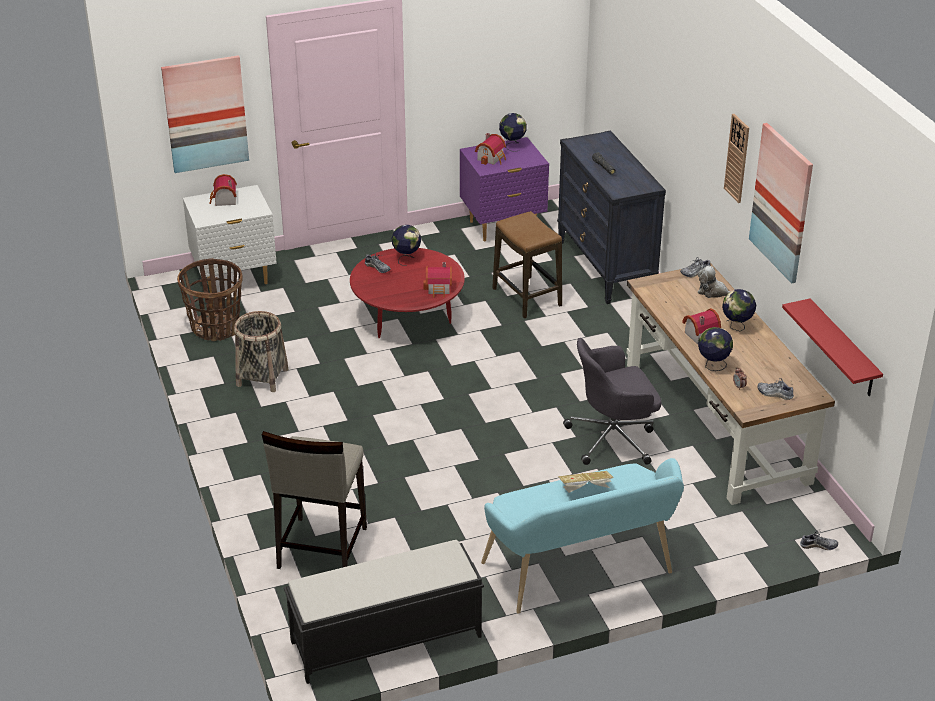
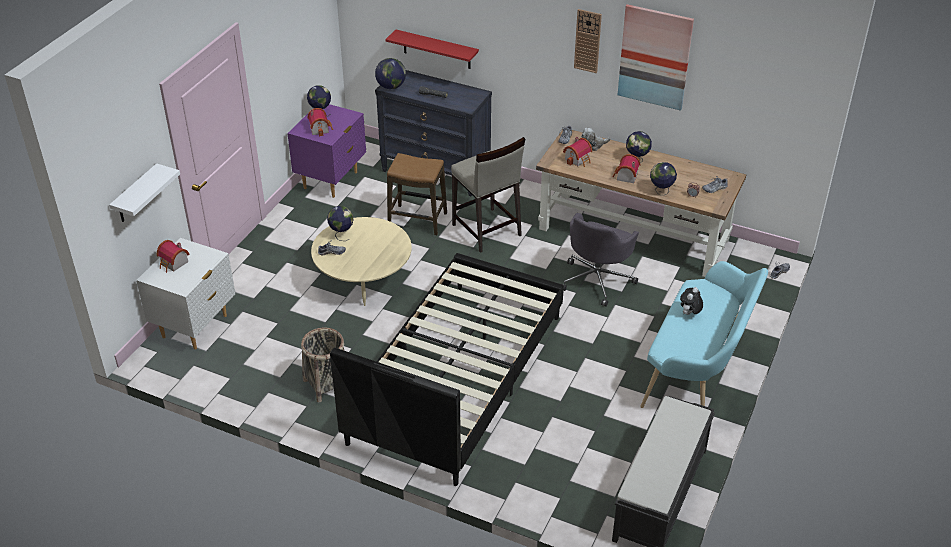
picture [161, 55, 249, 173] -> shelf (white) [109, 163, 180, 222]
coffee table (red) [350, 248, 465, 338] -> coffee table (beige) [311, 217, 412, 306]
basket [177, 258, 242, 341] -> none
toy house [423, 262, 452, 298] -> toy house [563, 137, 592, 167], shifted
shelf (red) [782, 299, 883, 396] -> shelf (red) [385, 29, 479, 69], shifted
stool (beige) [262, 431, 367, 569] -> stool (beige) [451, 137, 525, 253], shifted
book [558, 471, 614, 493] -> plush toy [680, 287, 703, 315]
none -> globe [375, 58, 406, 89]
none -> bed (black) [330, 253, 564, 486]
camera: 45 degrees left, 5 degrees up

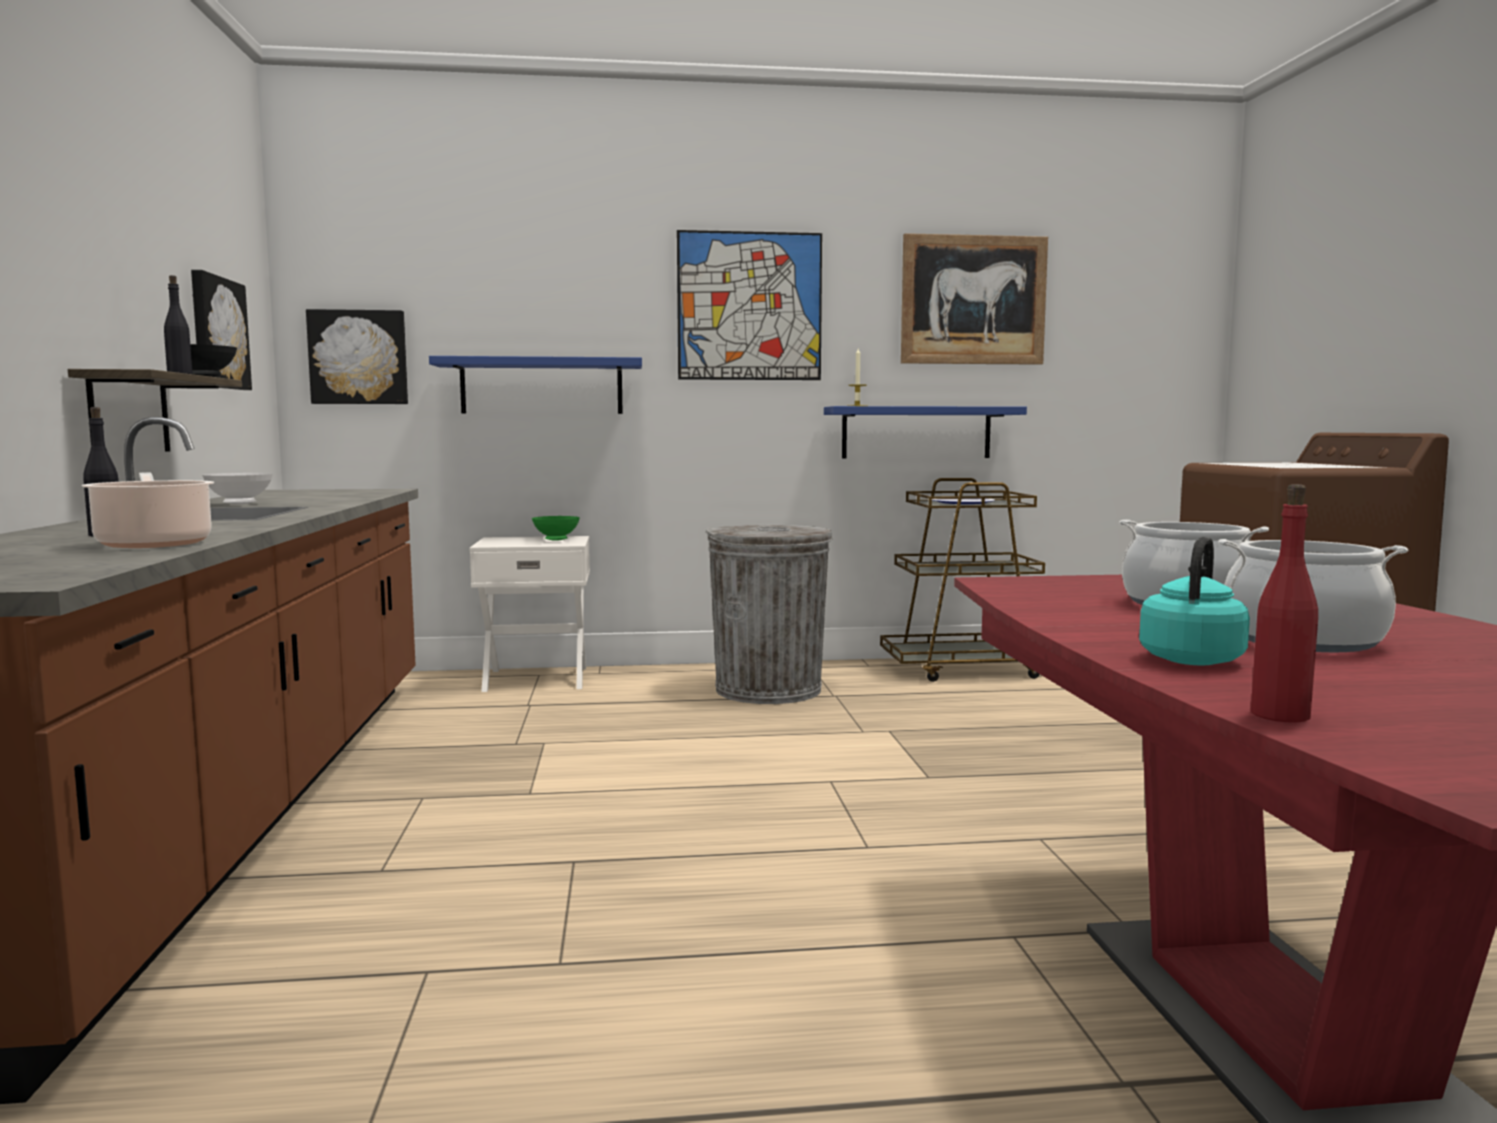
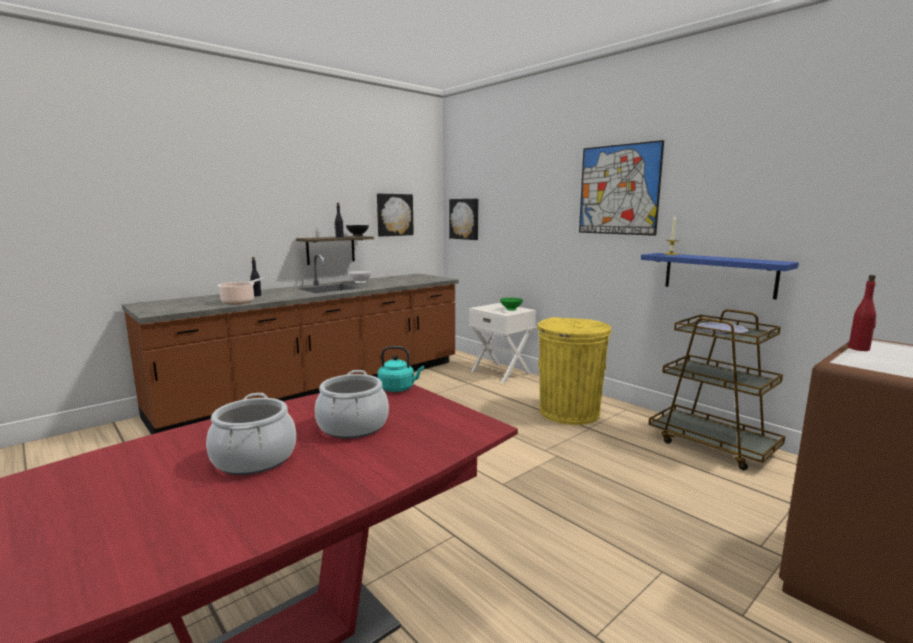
picture [901, 233, 1048, 365] -> none
shelf (blue) [429, 356, 642, 414] -> none
bottle (red) [1251, 484, 1318, 723] -> bottle (red) [848, 275, 876, 351], shifted
trash can (grey) [705, 525, 832, 704] -> trash can (yellow) [537, 317, 611, 425]
kettle (turquoise) [1139, 537, 1250, 665] -> kettle (turquoise) [378, 346, 424, 392], shifted
camera: 55 degrees right, 5 degrees up

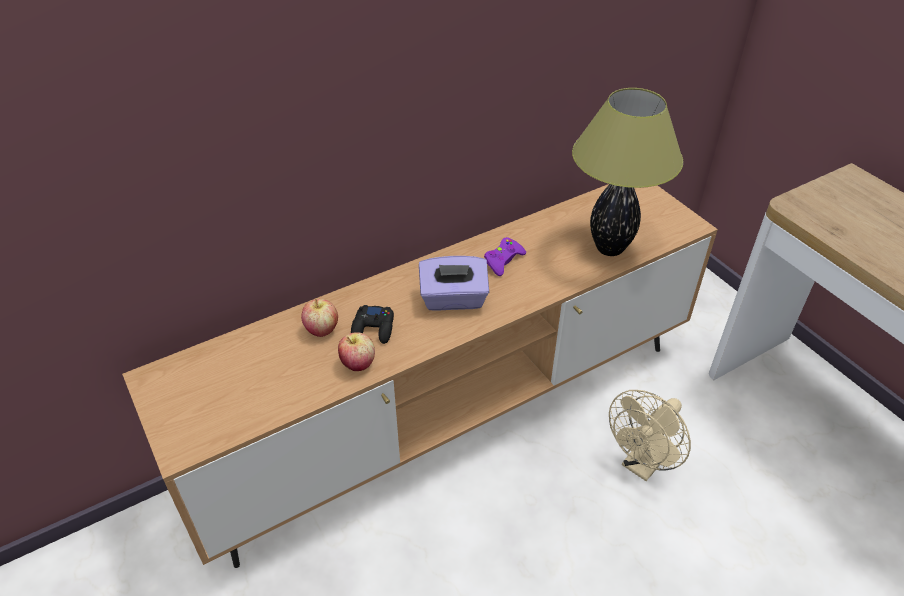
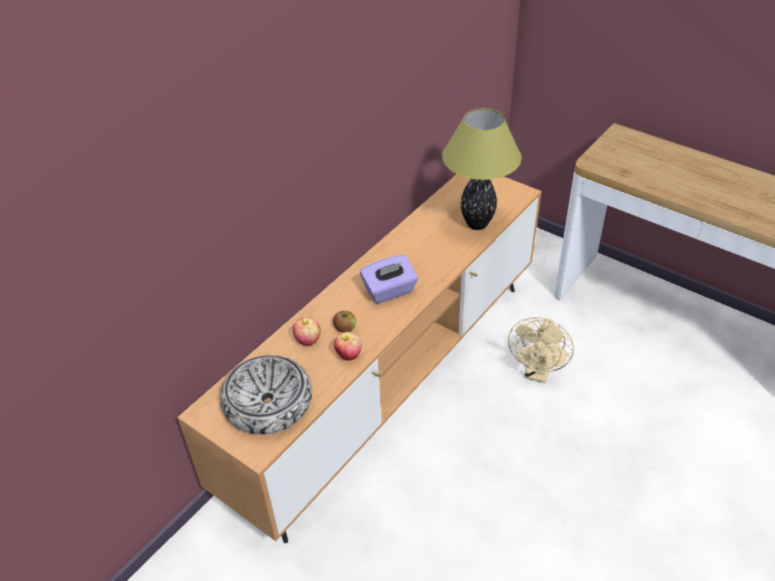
game controller (purple) [484, 237, 526, 276] -> none
game controller (black) [351, 305, 394, 344] -> apple [333, 311, 356, 332]
none -> bowl [220, 355, 312, 435]
camera: 20 degrees left, 0 degrees up

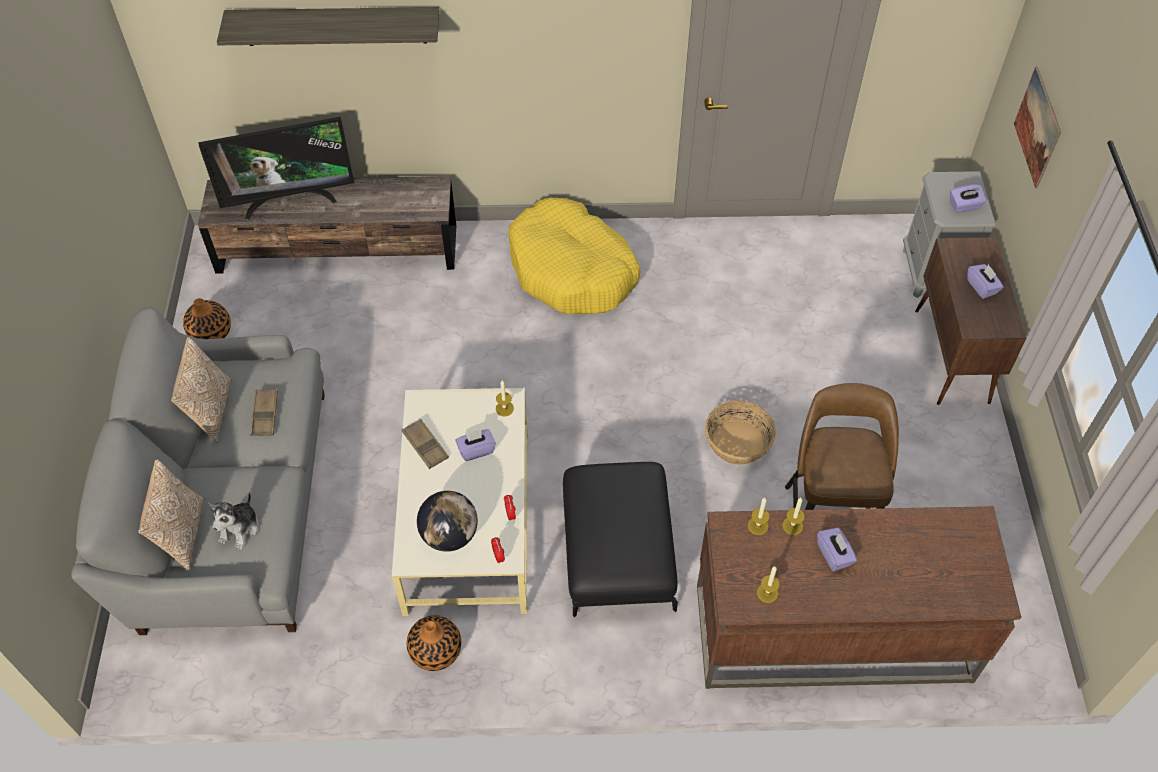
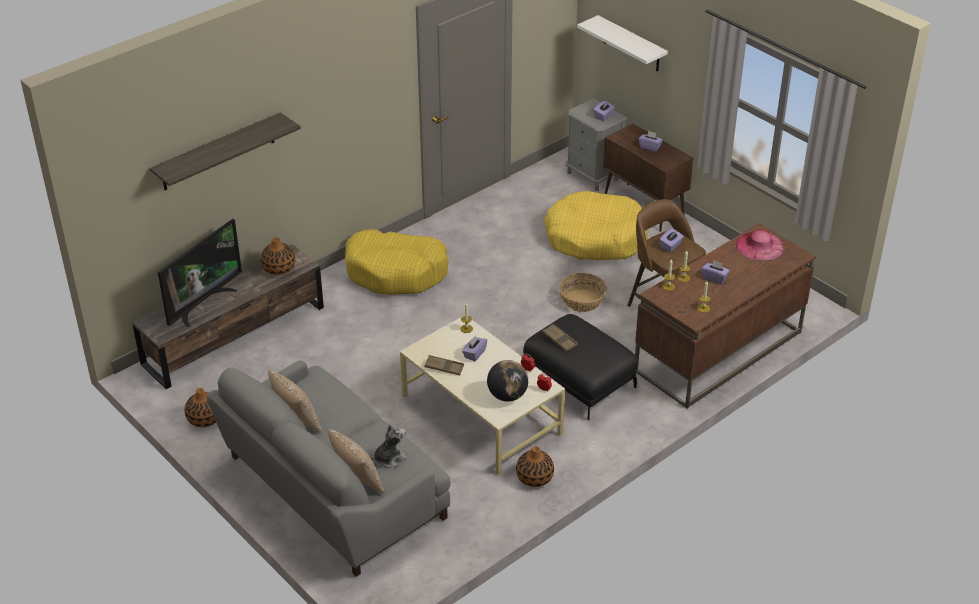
picture [1014, 67, 1061, 188] -> shelf (white) [577, 15, 668, 72]
tray (brown) [250, 389, 278, 436] -> tray (brown) [542, 324, 578, 352], shifted
plush toy [208, 492, 259, 549] -> plush toy [370, 425, 407, 468], 105 degrees counterclockwise
none -> dog bed (yellow) [544, 191, 648, 261]
none -> tissue box (purple) [659, 228, 684, 252]
none -> hat (pink) [736, 229, 784, 261]
none -> vase [261, 237, 295, 275]
camera: 40 degrees left, 15 degrees down

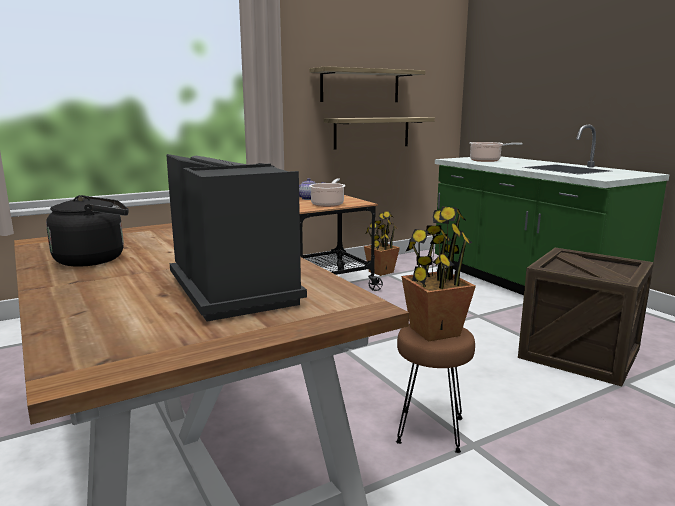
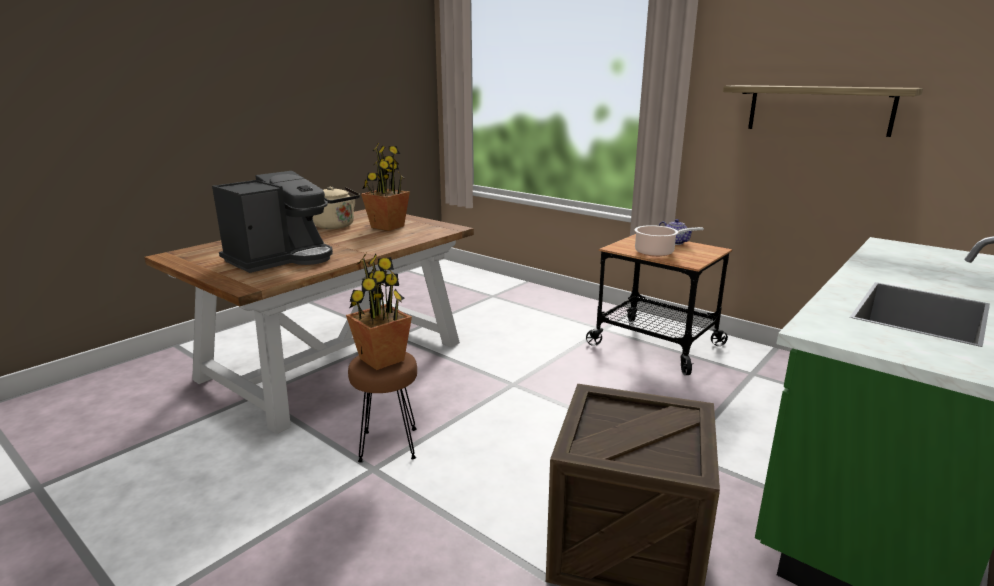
shelf [324, 117, 435, 150] -> none
cooking pot [470, 142, 523, 162] -> none
kettle (black) [46, 195, 129, 267] -> kettle (beige) [312, 187, 360, 229]
potted plant [364, 211, 400, 276] -> potted plant [361, 143, 410, 231], shifted
camera: 70 degrees right, 5 degrees up

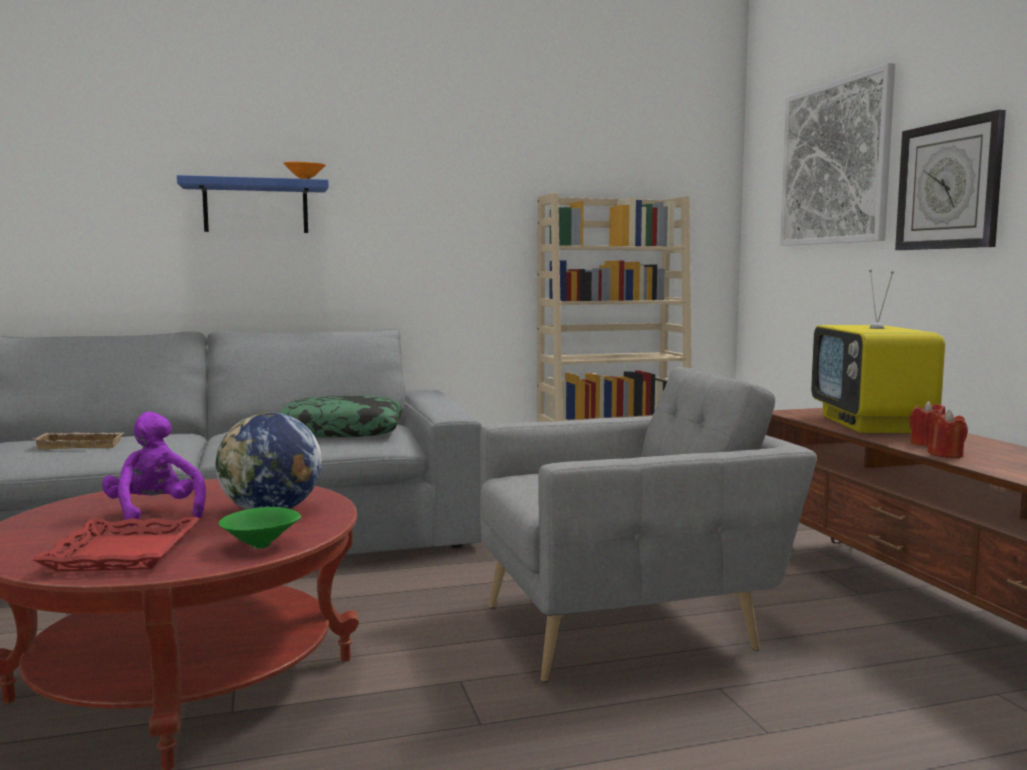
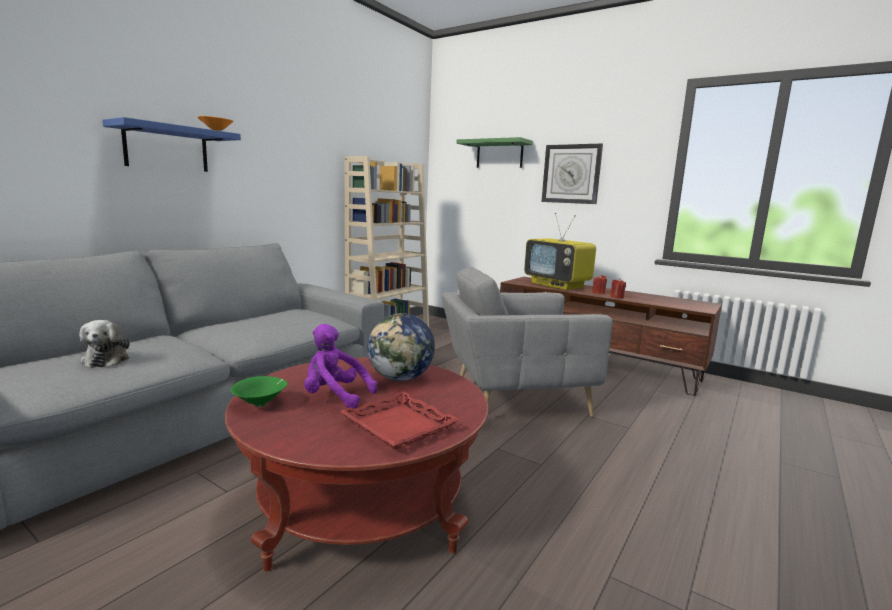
picture [780, 63, 895, 246] -> shelf (green) [456, 137, 533, 168]
armchair (grey) [480, 367, 817, 682] -> armchair (grey) [442, 267, 613, 417], 135 degrees counterclockwise
pillow [279, 396, 403, 438] -> none
tray (beige) [34, 432, 123, 450] -> plush toy [79, 320, 130, 368]
bowl (green) [218, 507, 302, 549] -> bowl (green) [231, 376, 288, 407], shifted
camera: 40 degrees left, 5 degrees up

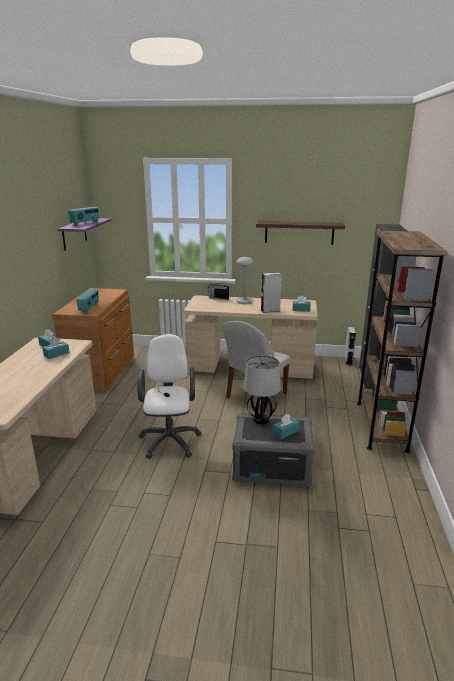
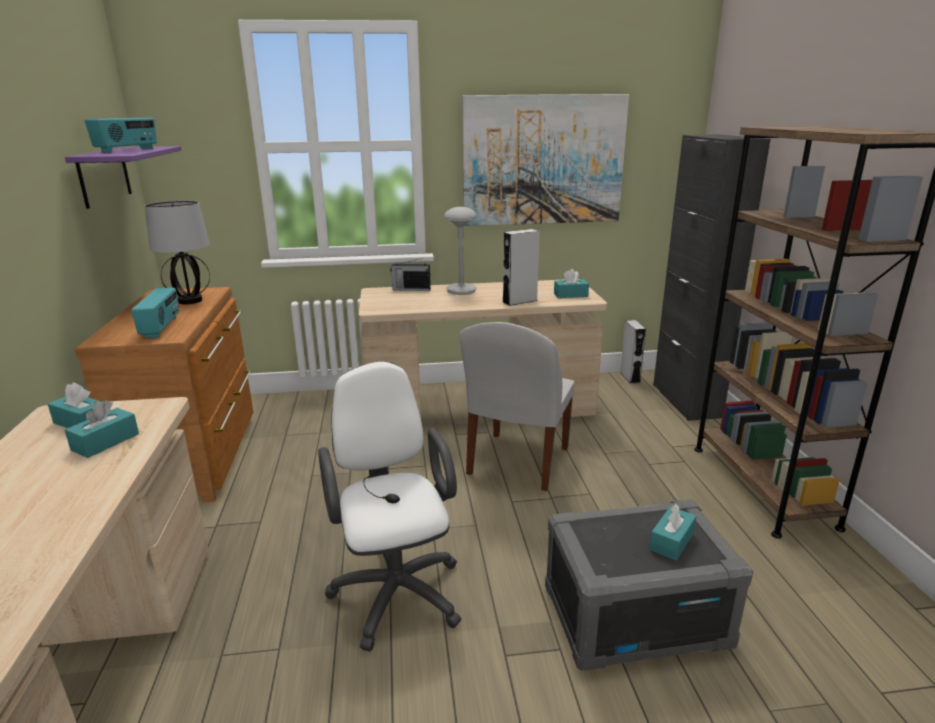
shelf [256, 221, 345, 245] -> picture [462, 94, 629, 226]
table lamp [244, 356, 281, 424] -> table lamp [145, 200, 210, 304], shifted
camera: 15 degrees left, 0 degrees up

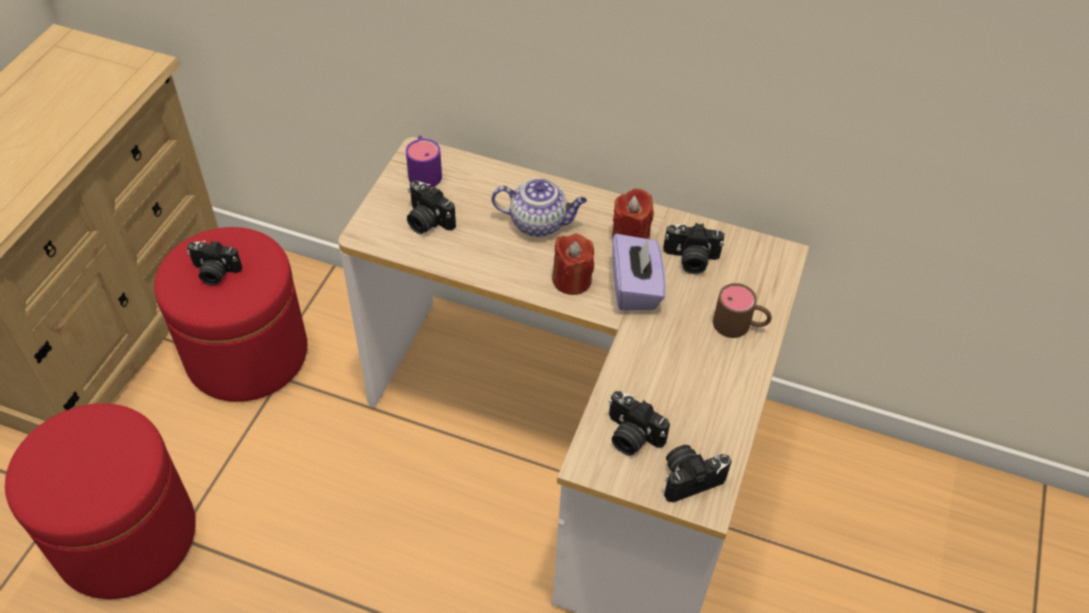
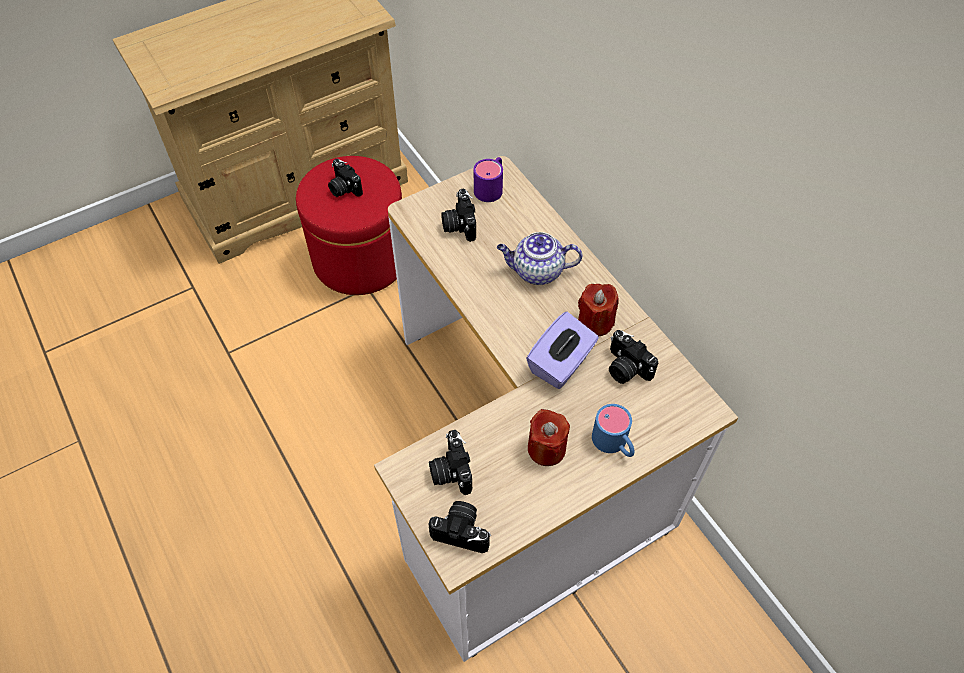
teapot [491, 178, 587, 237] -> teapot [497, 232, 583, 285], 135 degrees clockwise
candle (red) [552, 234, 594, 295] -> candle (red) [528, 409, 570, 466], shifted
mug (brown) [713, 283, 772, 338] -> mug (blue) [592, 404, 635, 457]
ottoman (red) [5, 403, 196, 599] -> none
camera: 40 degrees right, 5 degrees up

